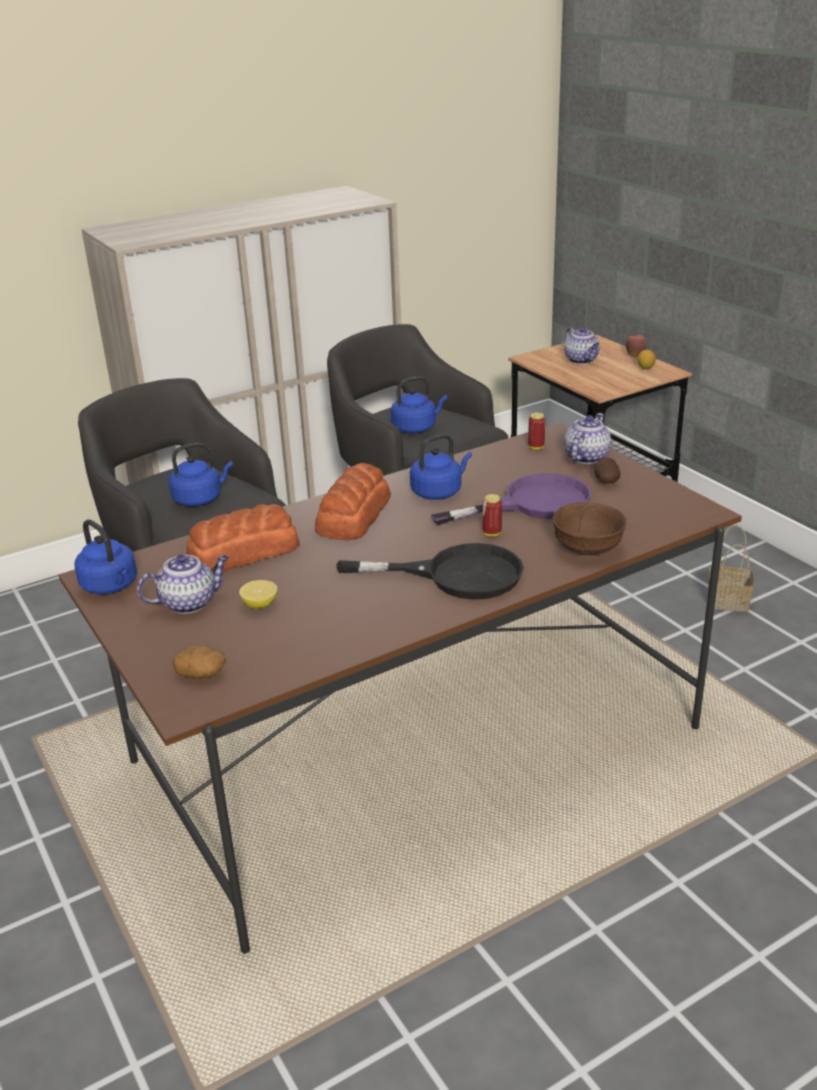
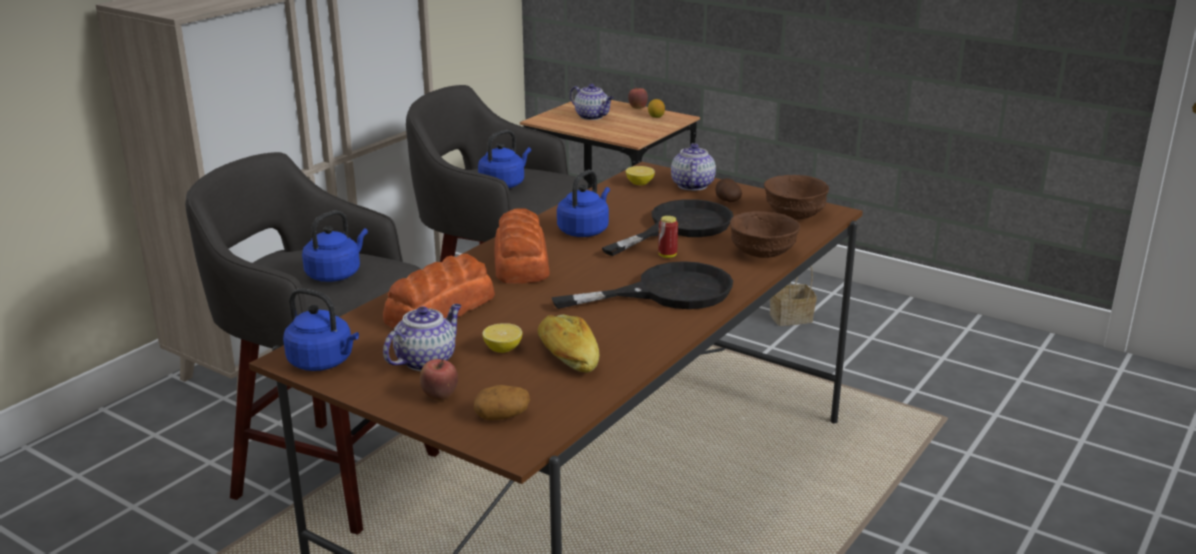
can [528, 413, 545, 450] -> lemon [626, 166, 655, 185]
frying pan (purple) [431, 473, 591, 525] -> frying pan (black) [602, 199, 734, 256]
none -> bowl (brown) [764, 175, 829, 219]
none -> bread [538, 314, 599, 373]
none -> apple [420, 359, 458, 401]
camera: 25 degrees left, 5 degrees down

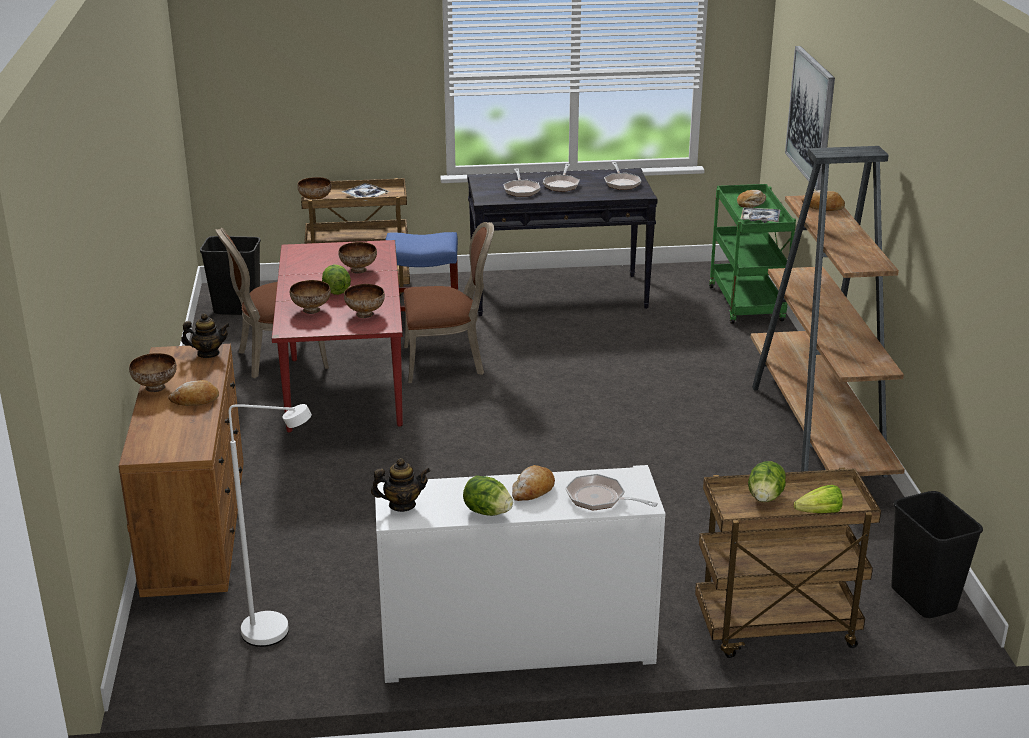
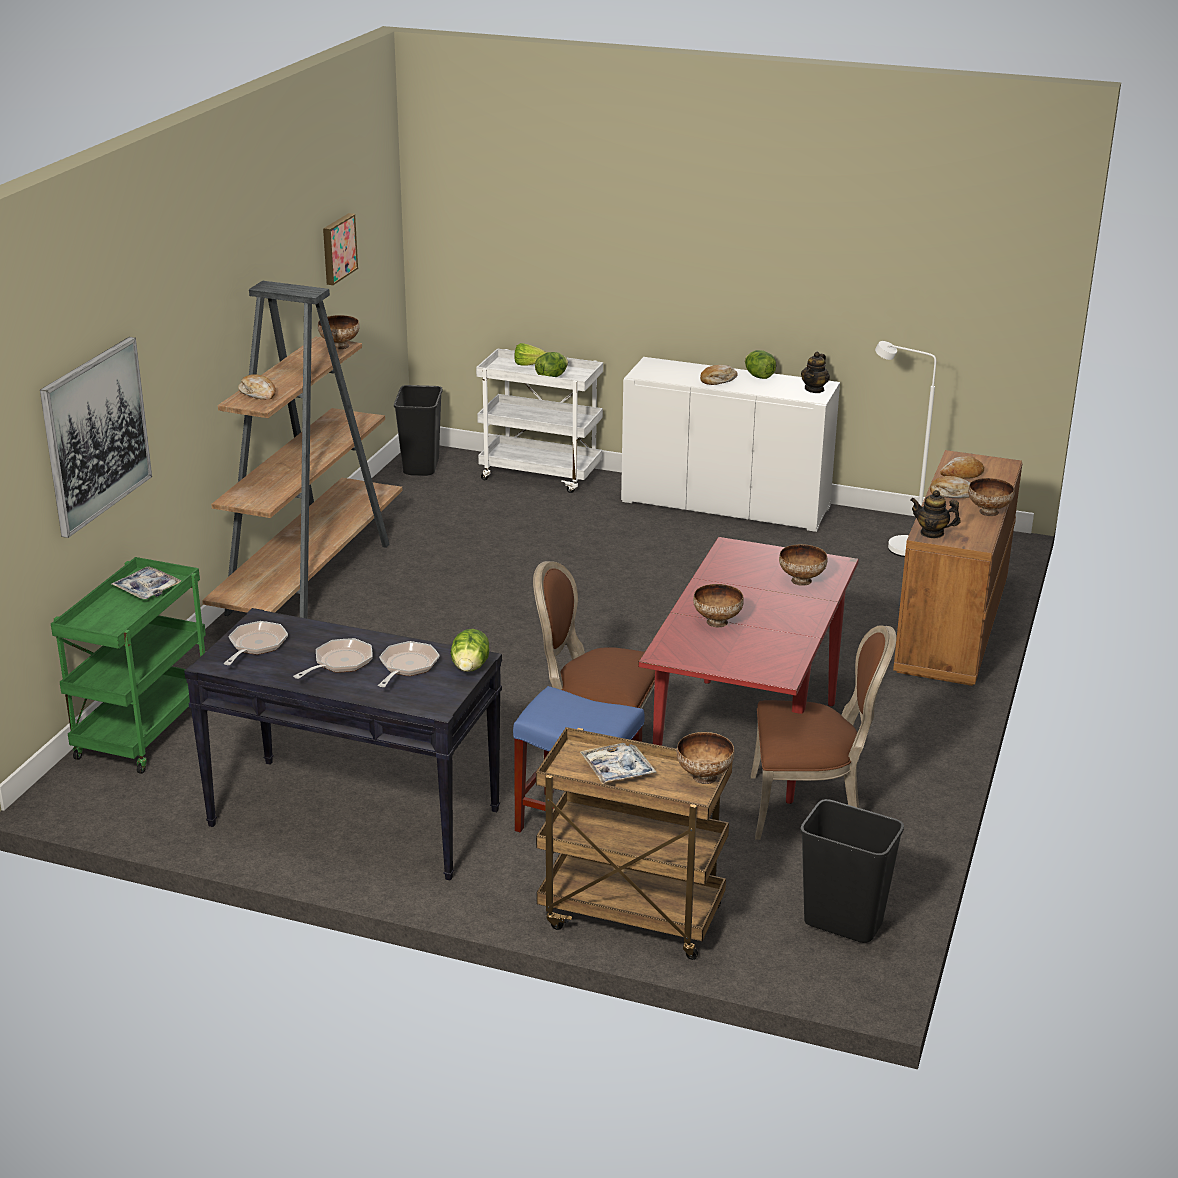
bread [737, 190, 766, 208] -> bread [940, 456, 984, 479], shifted
lettuce [322, 265, 351, 295] -> lettuce [451, 629, 489, 672], shifted
bowl [344, 284, 385, 318] -> bowl [318, 315, 360, 349], shifted
teapot [371, 458, 431, 512] -> teapot [801, 352, 830, 393], 75 degrees counterclockwise
cart (brown) [695, 468, 881, 658] -> cart (white) [476, 348, 603, 493]
frying pan [565, 474, 658, 510] -> none
none -> picture [323, 213, 358, 285]
camera: 155 degrees left, 0 degrees up

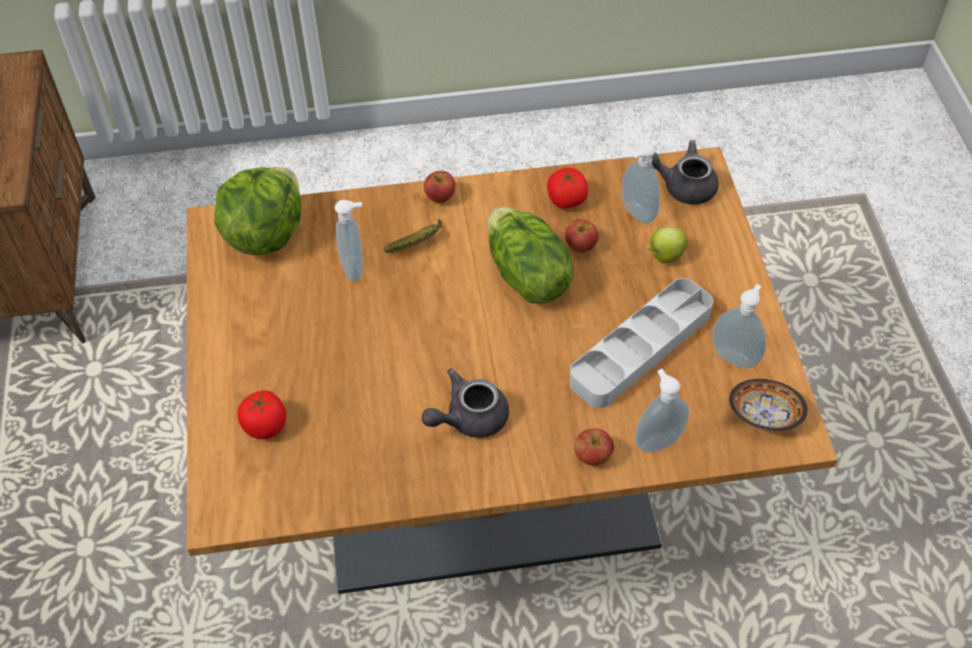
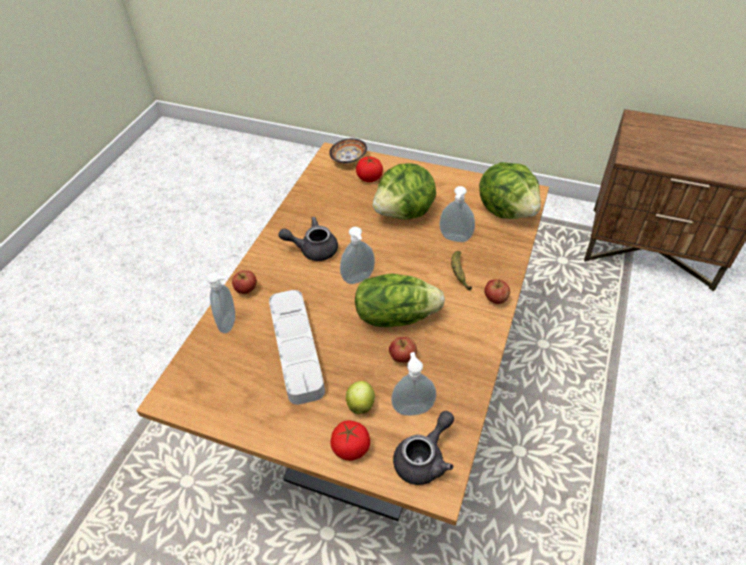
tomato [547, 168, 588, 208] -> tomato [330, 421, 370, 461], shifted
soap dispenser [712, 284, 766, 368] -> soap dispenser [340, 227, 375, 284], shifted
teapot (grey) [422, 368, 509, 438] -> teapot (grey) [278, 217, 338, 261], 90 degrees counterclockwise
bowl [729, 379, 808, 431] -> bowl [329, 138, 367, 164], shifted
none -> lettuce [372, 163, 436, 220]
camera: 120 degrees right, 5 degrees down

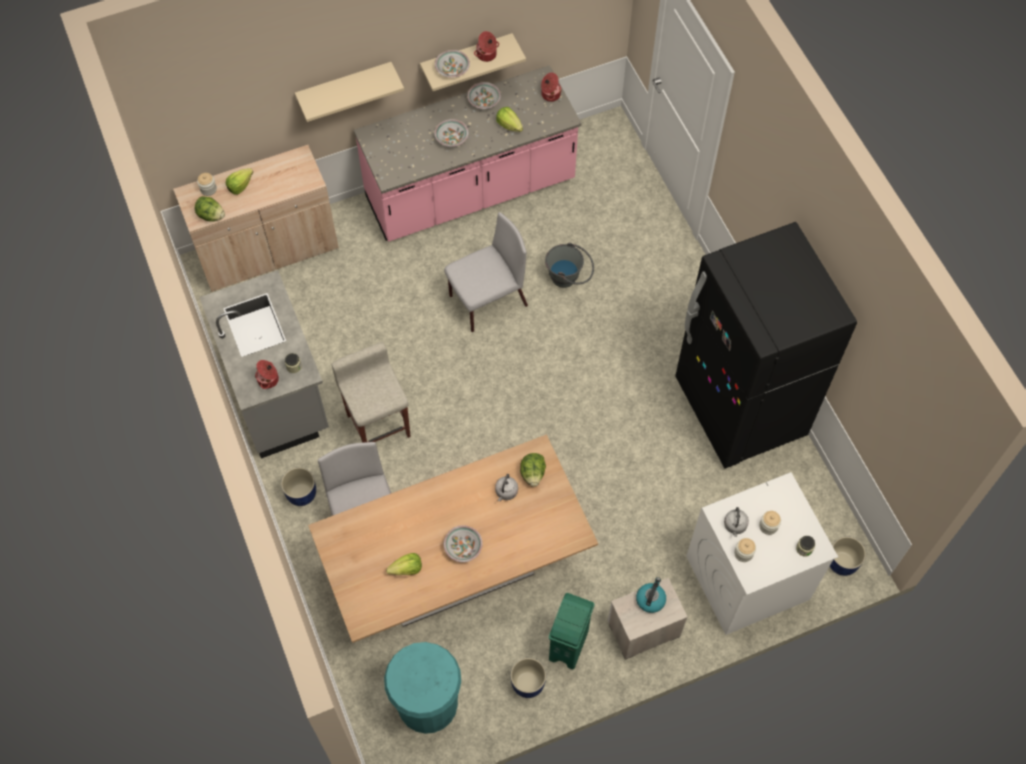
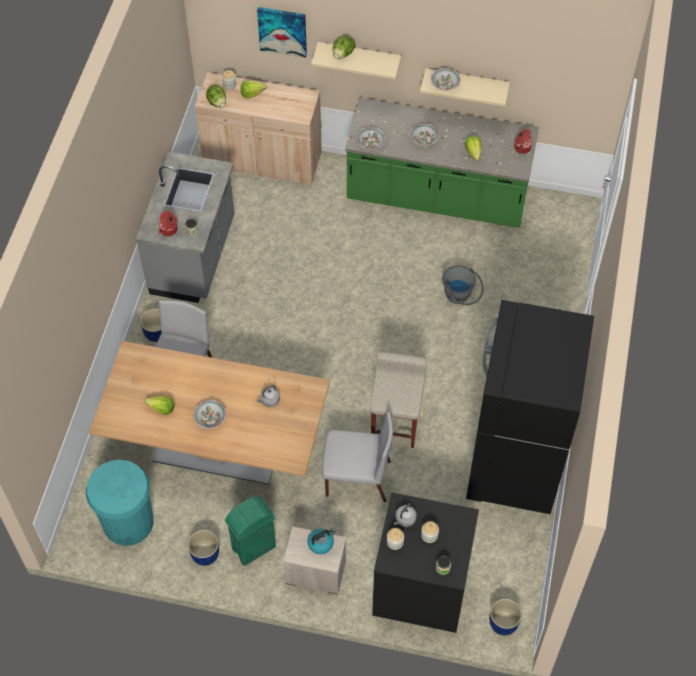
cooking pot [474, 31, 499, 62] -> none
counter (pink) [354, 65, 581, 242] -> counter (green) [345, 98, 539, 228]
bowl [468, 82, 501, 109] -> bowl [356, 127, 386, 150], shifted
chair (grey) [444, 212, 528, 332] -> chair (grey) [322, 411, 393, 502], shifted
stool (beige) [331, 342, 411, 443] -> stool (beige) [370, 352, 427, 448], shifted
lettuce [520, 453, 546, 487] -> lettuce [332, 36, 356, 59], shifted
washing machine (white) [686, 472, 838, 635] -> washing machine (black) [372, 492, 479, 633]
none -> picture [257, 7, 307, 58]
camera: 35 degrees right, 5 degrees down

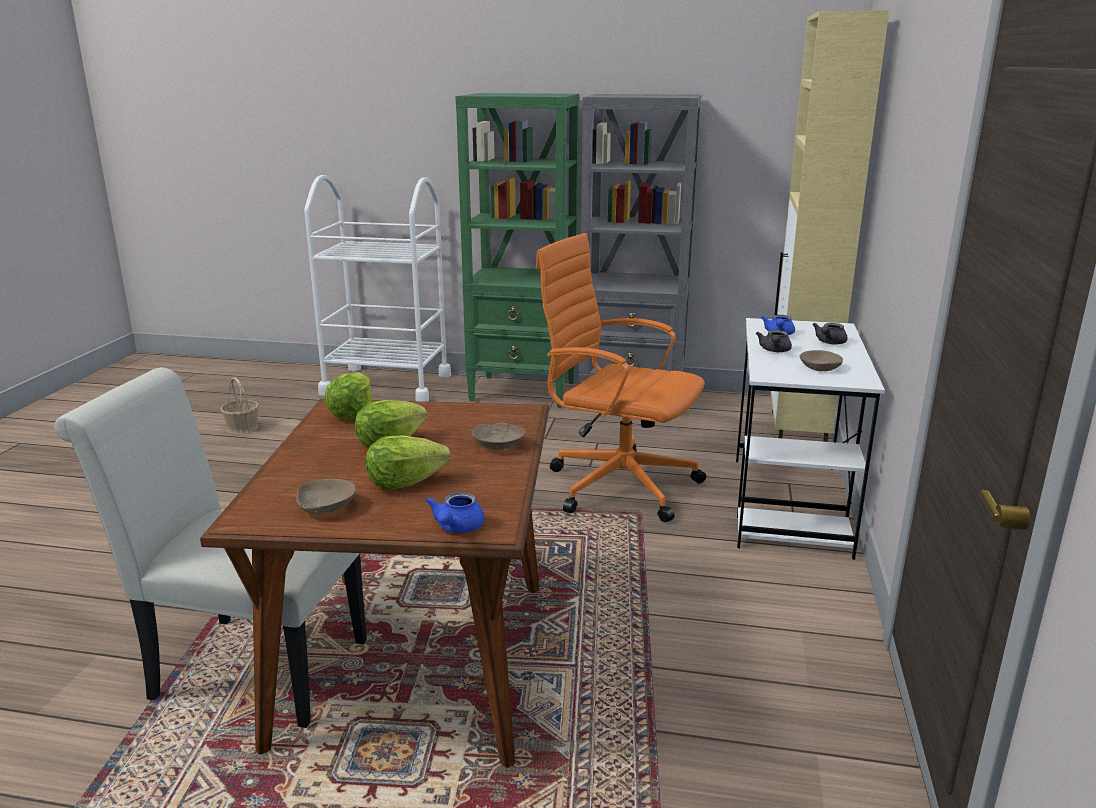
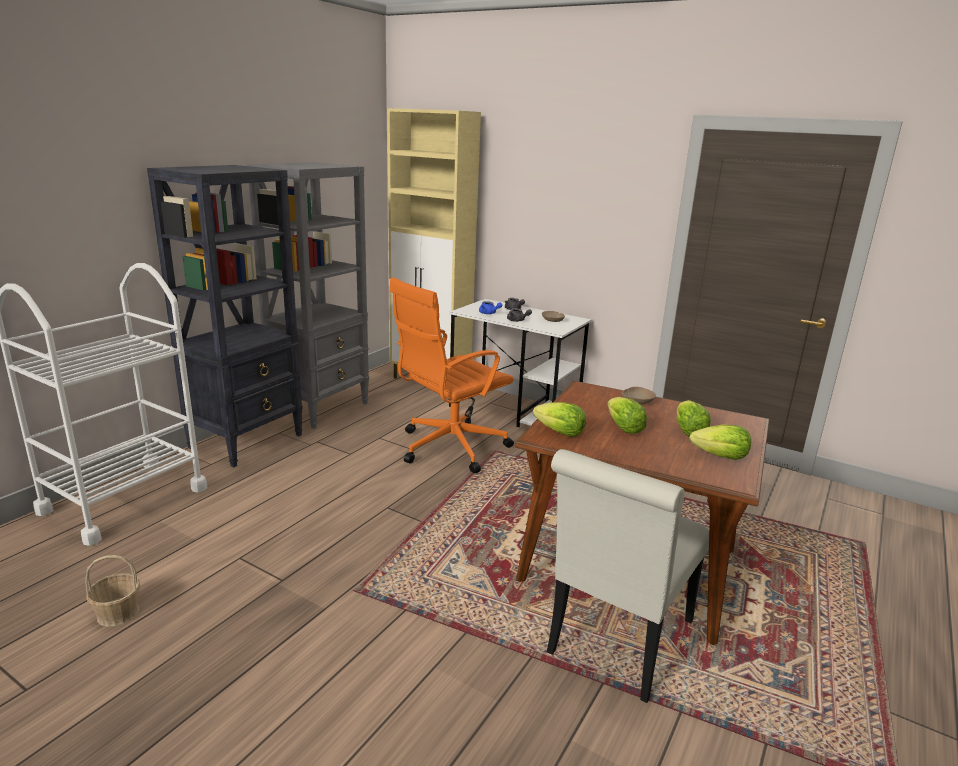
bookcase (green) [455, 93, 579, 408] -> bookcase (black) [147, 165, 303, 468]
bowl (beige) [296, 479, 356, 514] -> lettuce [689, 425, 751, 460]
teapot (blue) [425, 492, 485, 533] -> none
camera: 70 degrees left, 0 degrees up

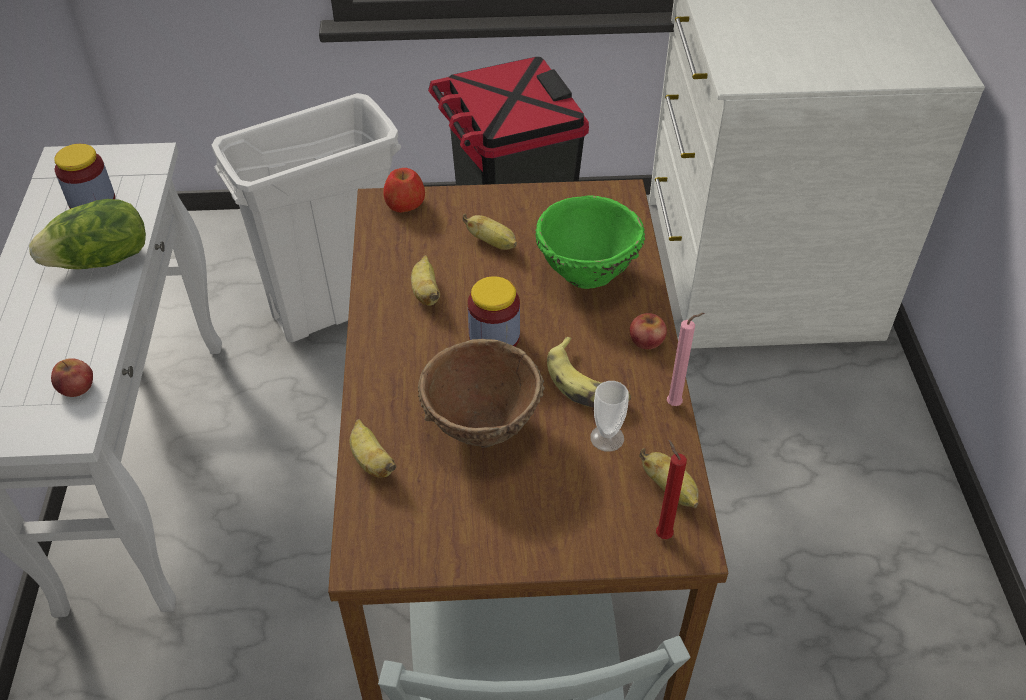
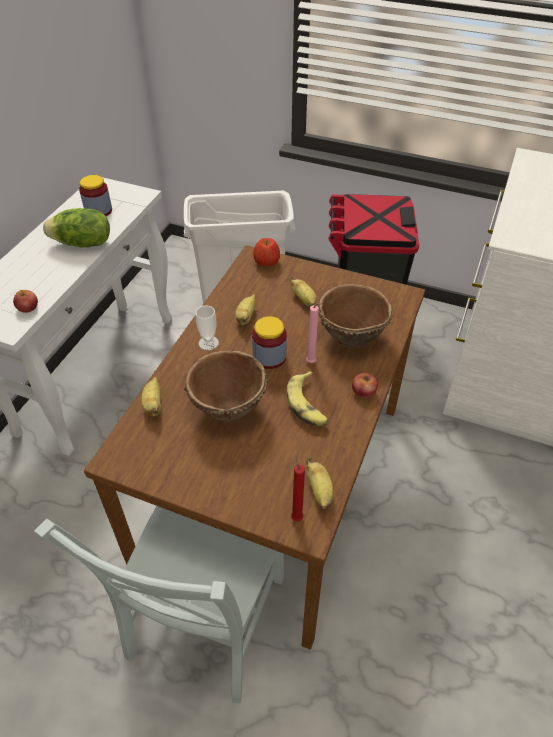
bowl (green) [535, 196, 645, 289] -> bowl (brown) [318, 284, 394, 348]
candle (pink) [667, 313, 704, 406] -> candle (pink) [306, 303, 324, 363], shifted
cup [590, 381, 629, 452] -> cup [195, 306, 219, 350], shifted
camera: 25 degrees right, 0 degrees up

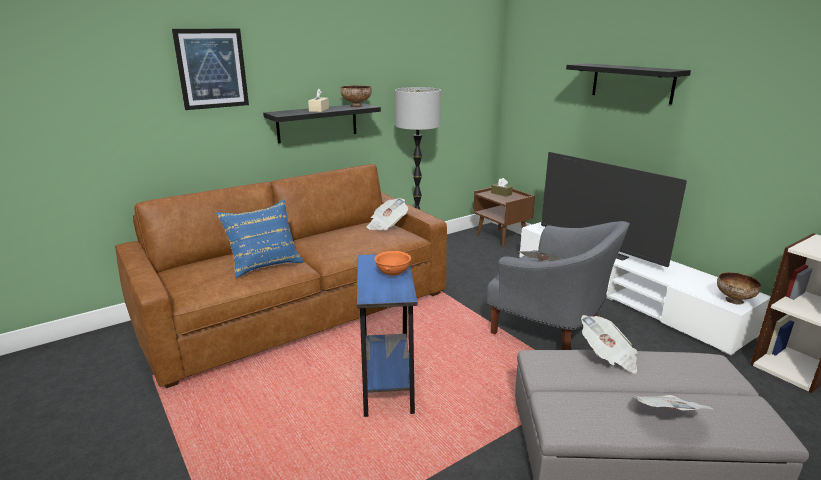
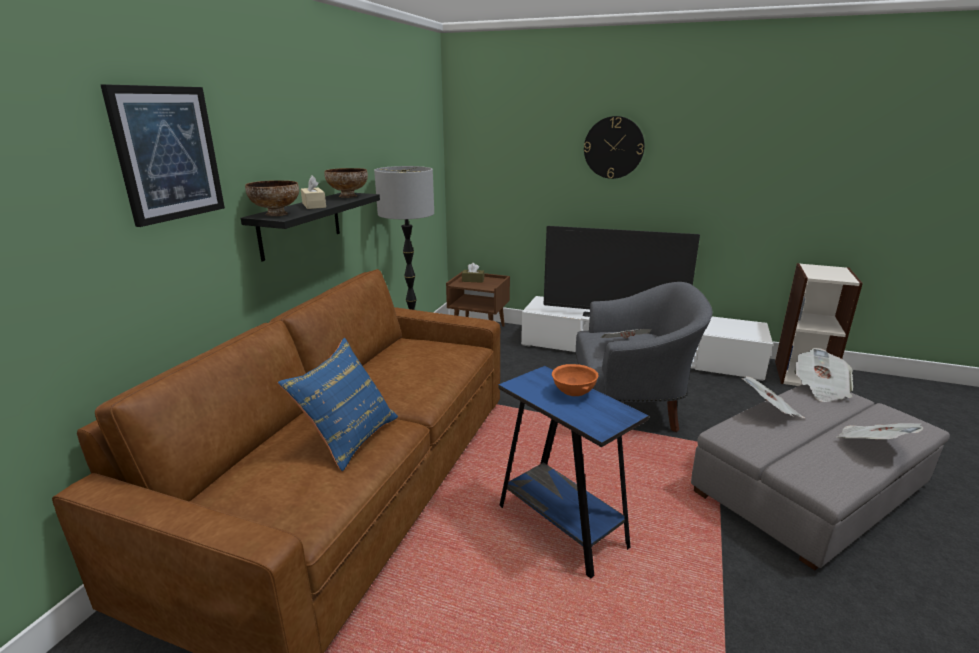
shelf (black) [566, 63, 691, 104] -> wall clock [584, 116, 645, 179]
newspaper [366, 198, 408, 231] -> newspaper [794, 348, 853, 402], shifted
bowl [717, 272, 761, 305] -> bowl [245, 180, 299, 216], shifted
camera: 35 degrees left, 0 degrees up

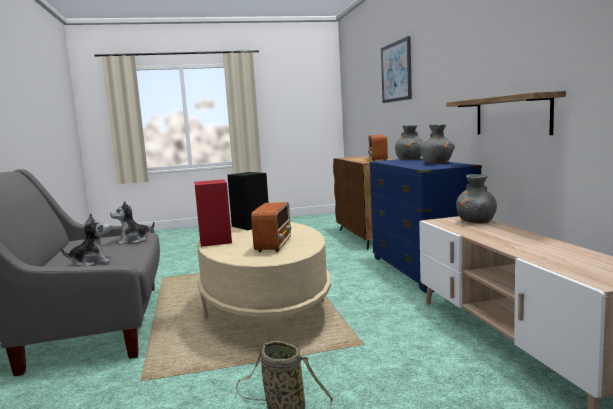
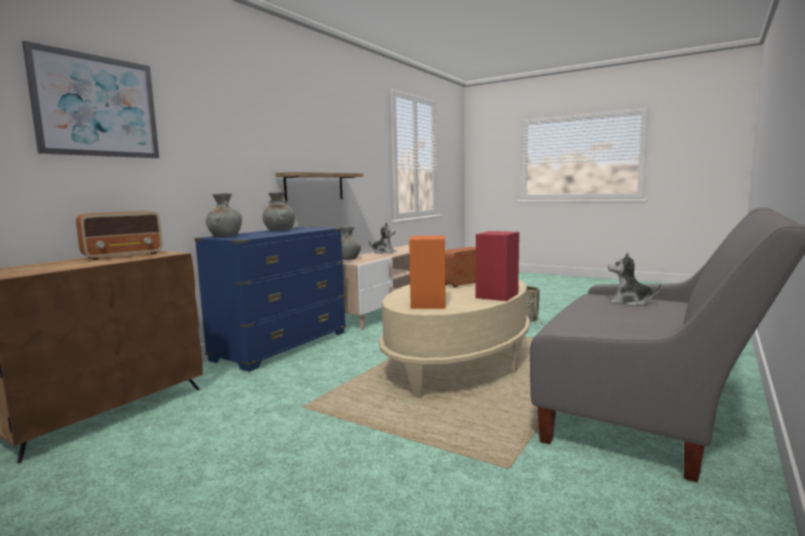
speaker (black) [227, 172, 268, 230] -> speaker (orange) [409, 235, 446, 309]
plush toy [110, 200, 154, 245] -> plush toy [369, 222, 396, 254], shifted
camera: 135 degrees left, 0 degrees up

